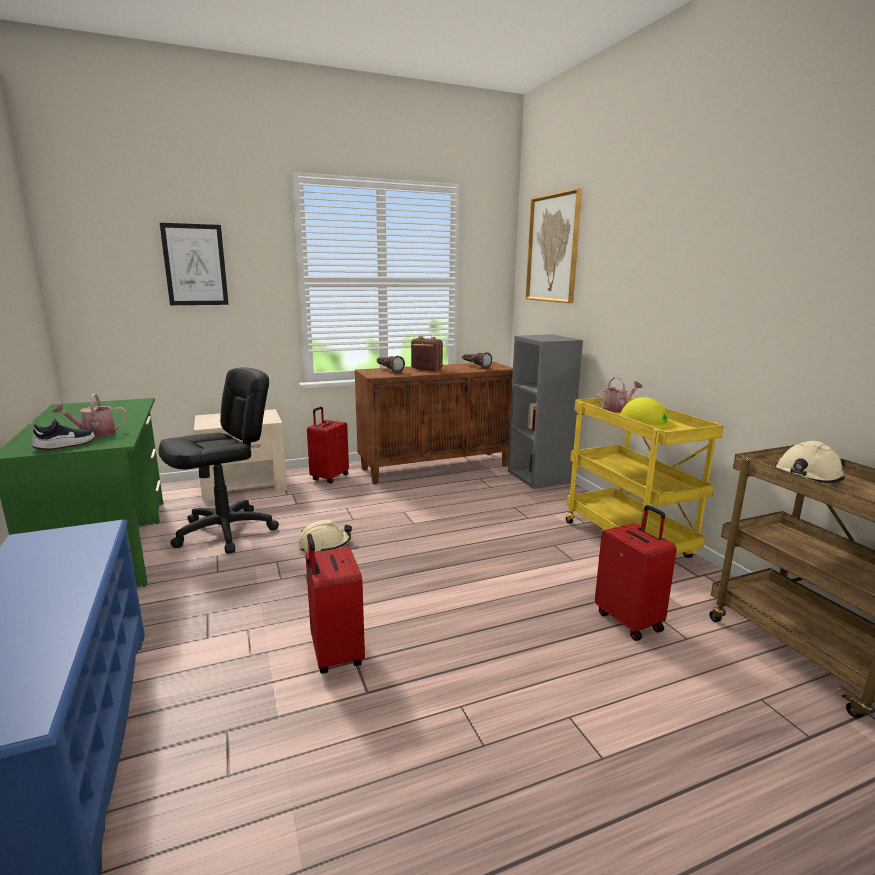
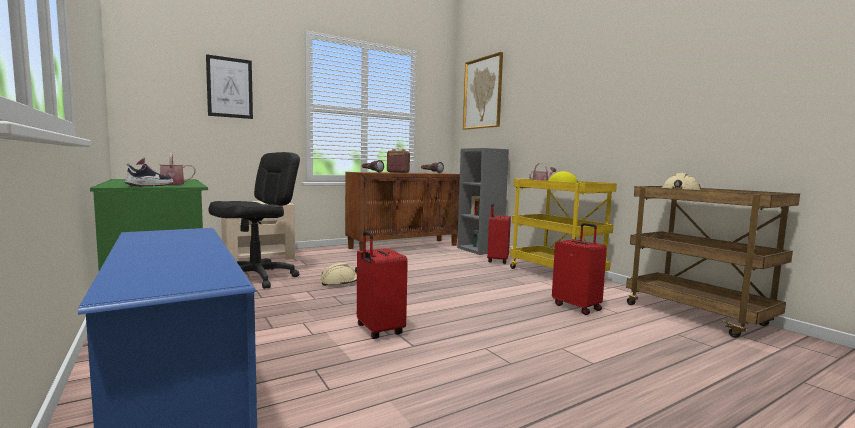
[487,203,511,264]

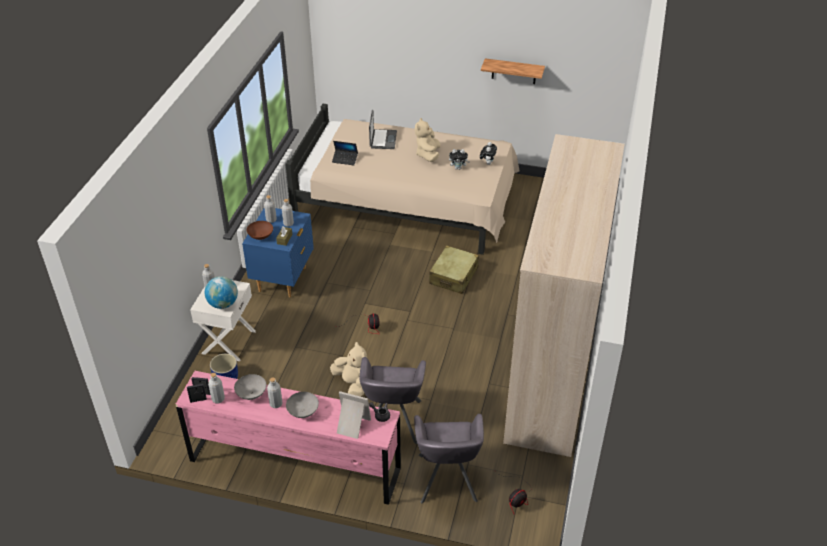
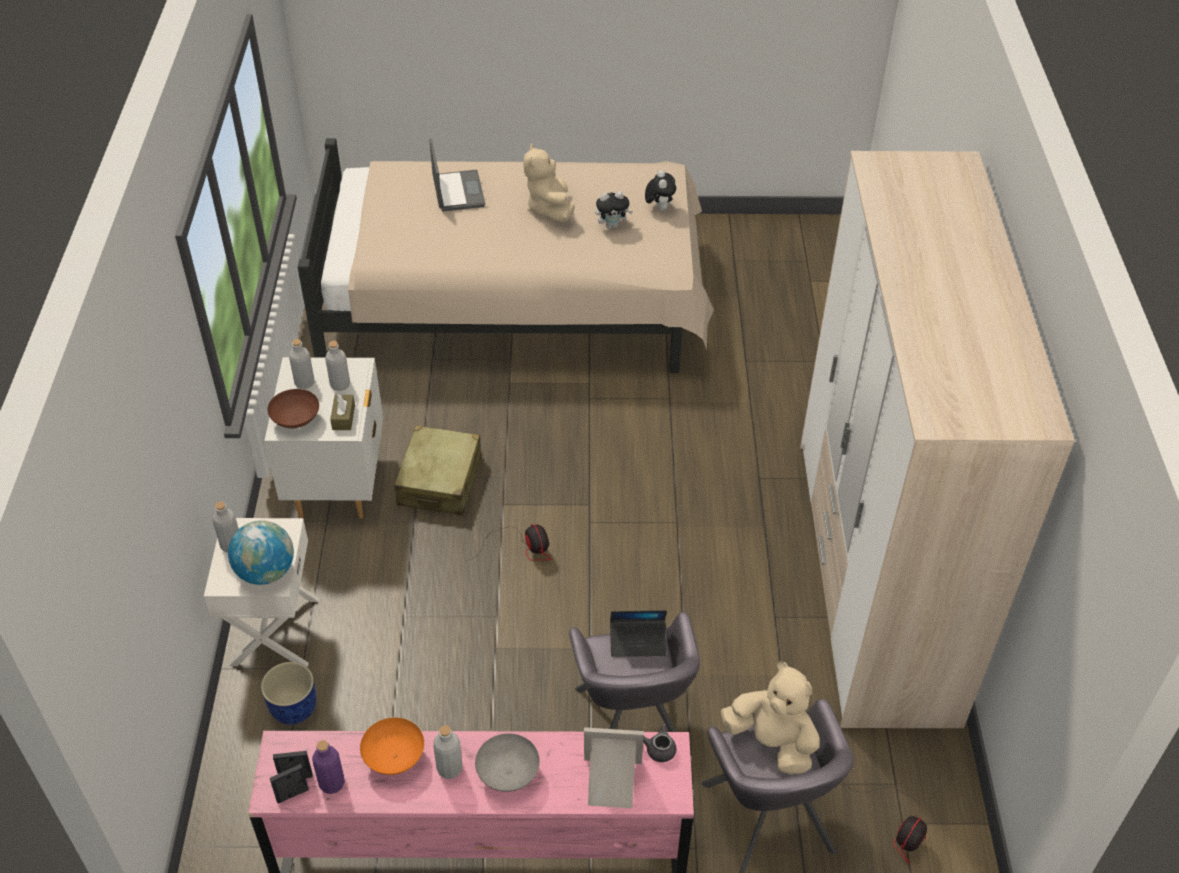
[481,58,545,84] (first image)
[610,610,667,657]
[264,357,383,518]
[394,425,481,515]
[720,661,820,774]
[312,740,345,794]
[360,718,424,775]

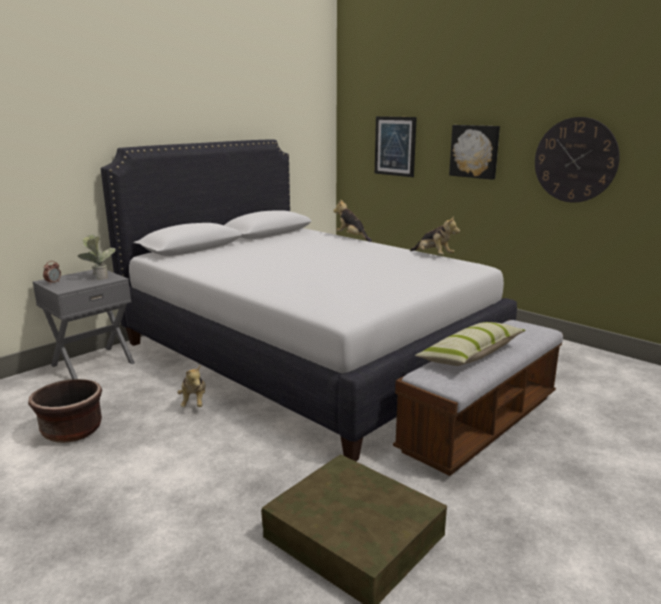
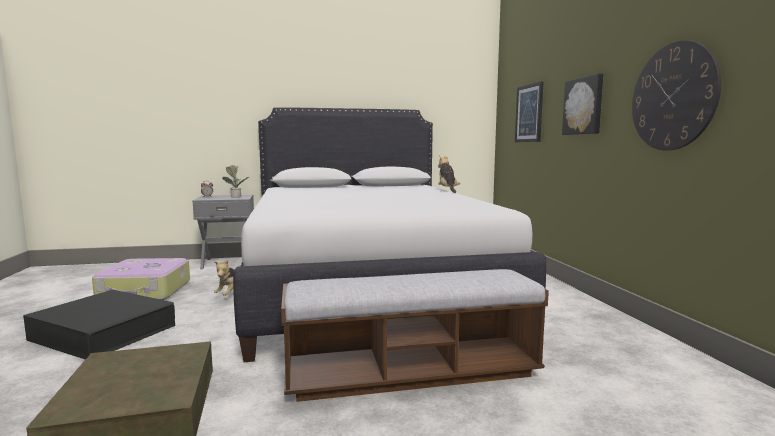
[410,216,460,255] (first image)
[415,322,525,366] (first image)
[92,258,190,300]
[23,290,175,359]

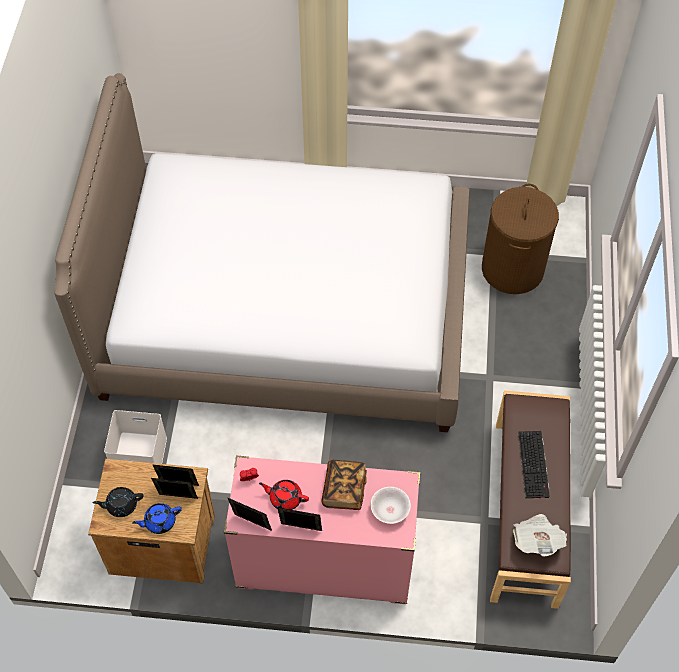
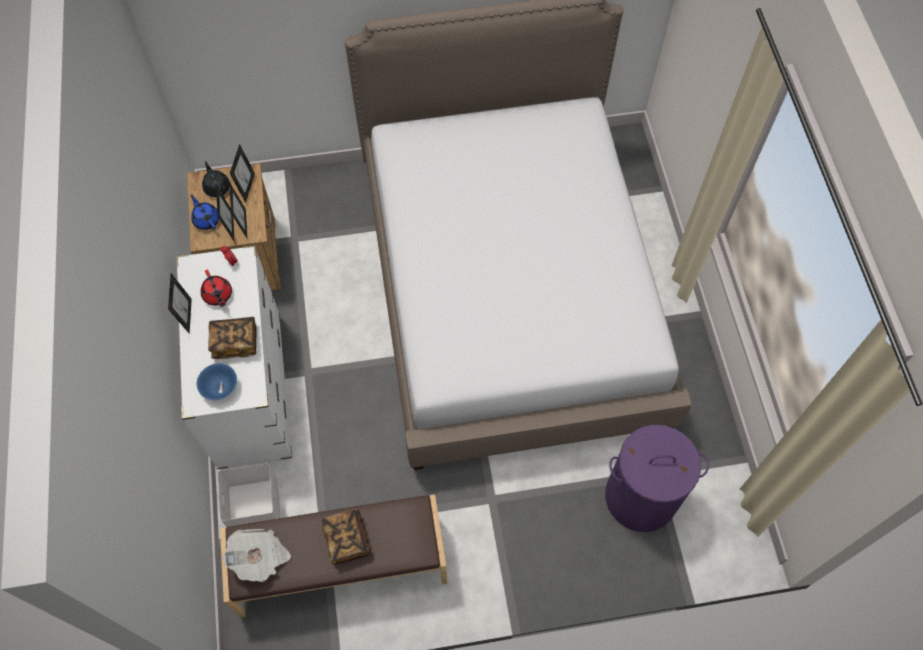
[605,425,709,532]
[218,463,281,527]
[322,509,371,565]
[176,245,292,470]
[201,270,232,306]
[197,363,237,400]
[230,144,255,203]

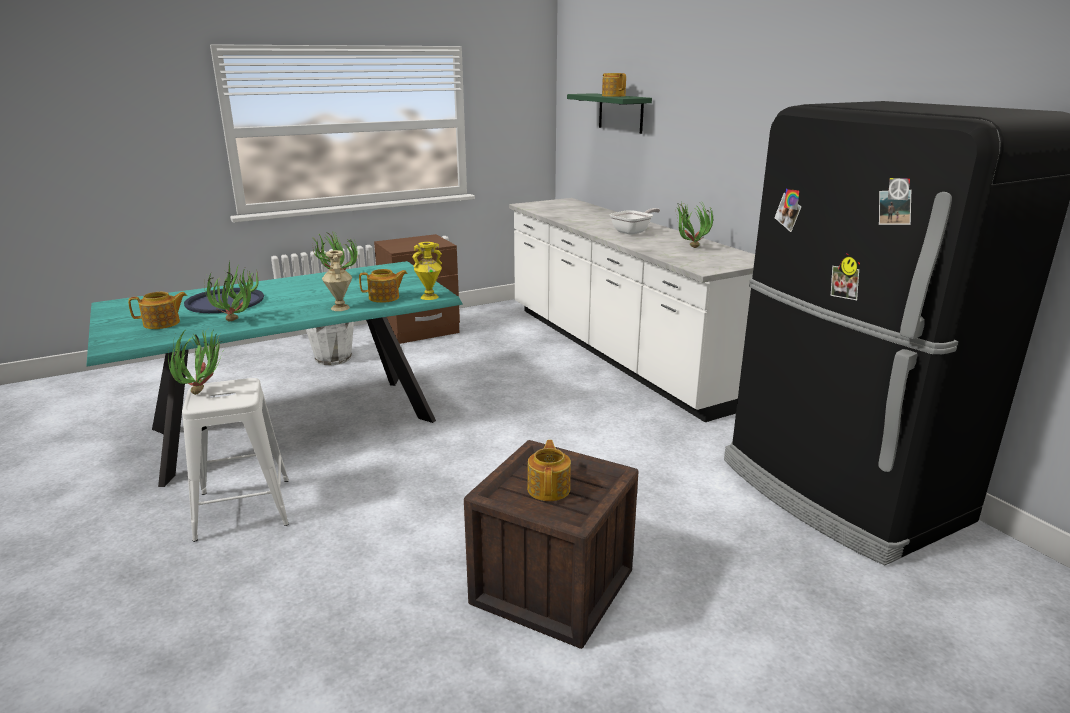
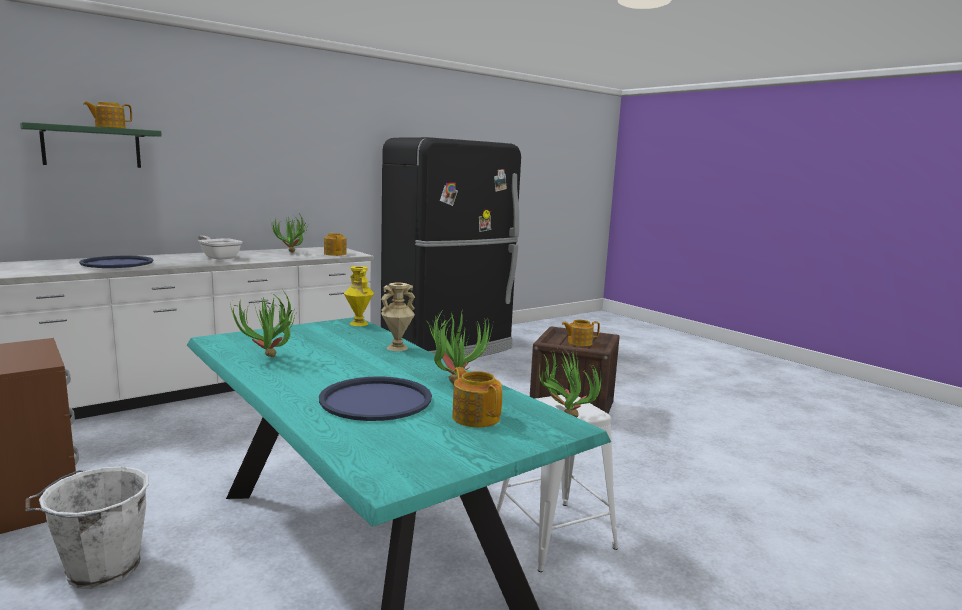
[324,233,347,256]
[79,256,154,268]

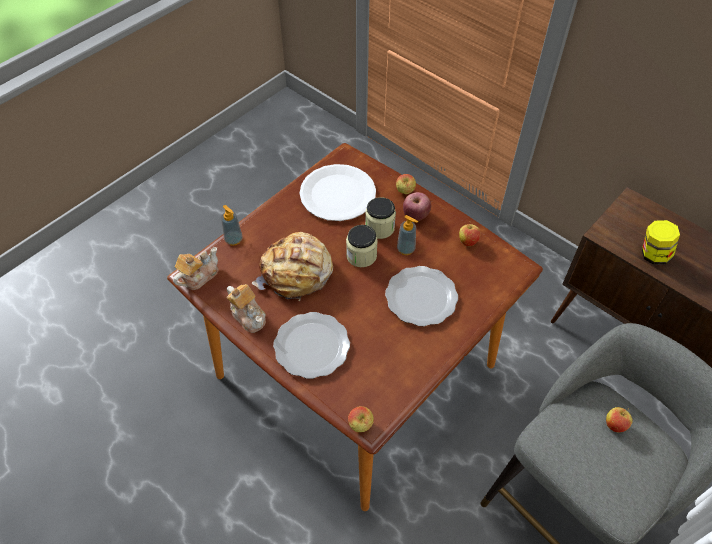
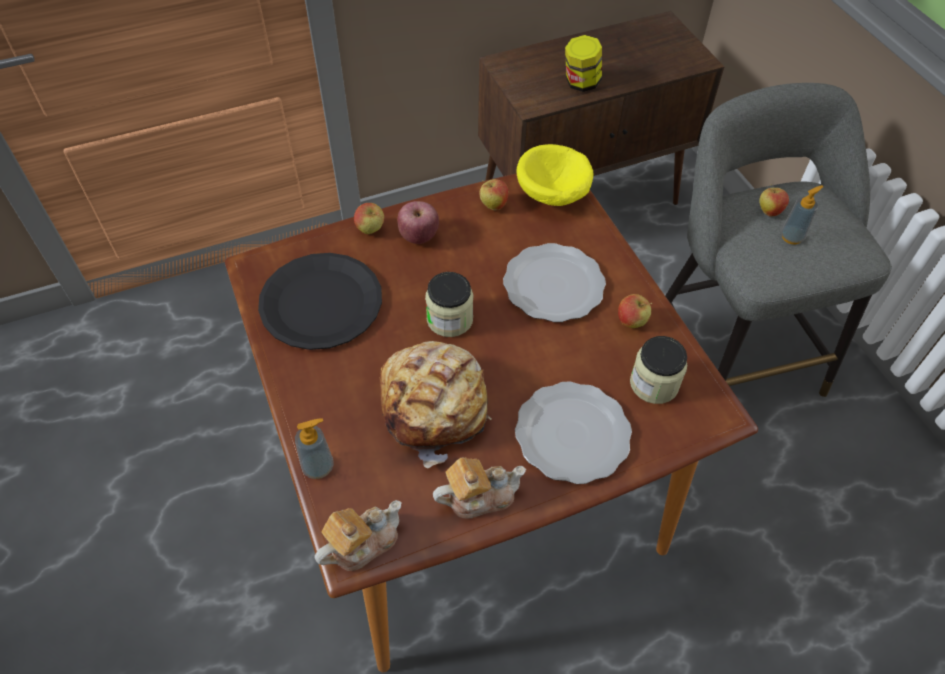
[258,253,382,350]
[630,336,687,404]
[781,185,824,244]
[315,500,402,571]
[618,294,652,328]
[516,144,594,206]

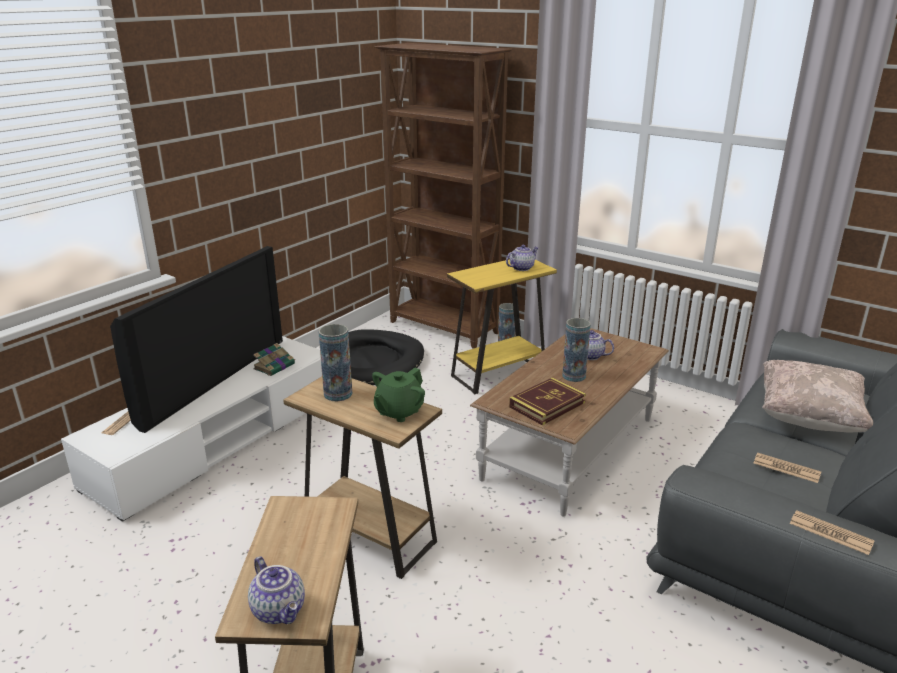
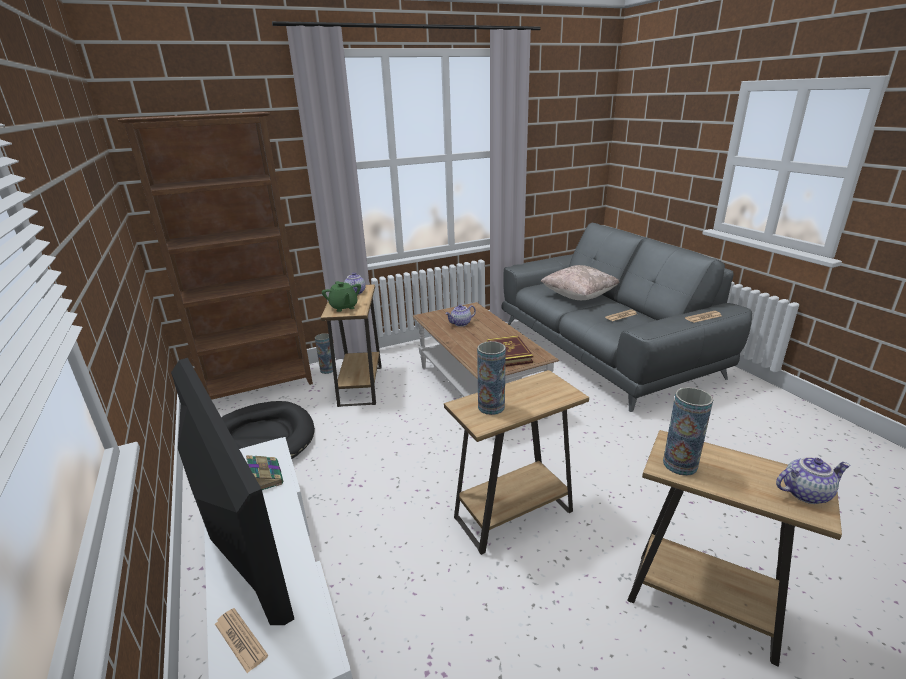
[321,284,382,407]
[663,387,713,476]
[322,281,361,312]

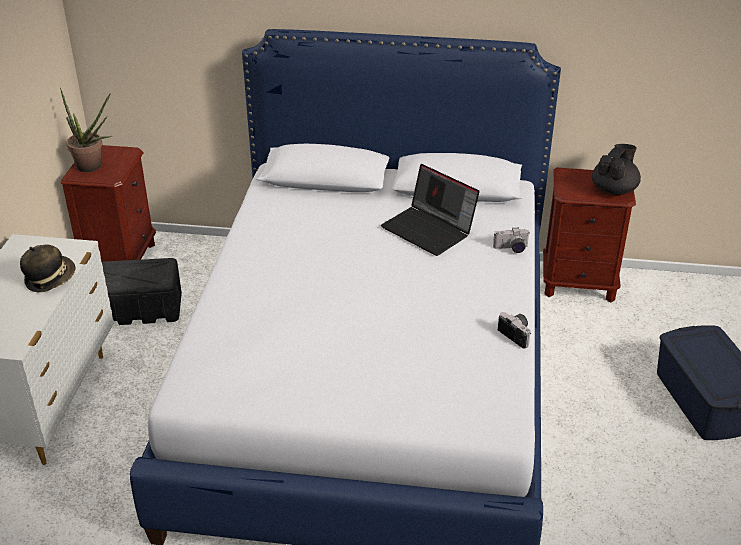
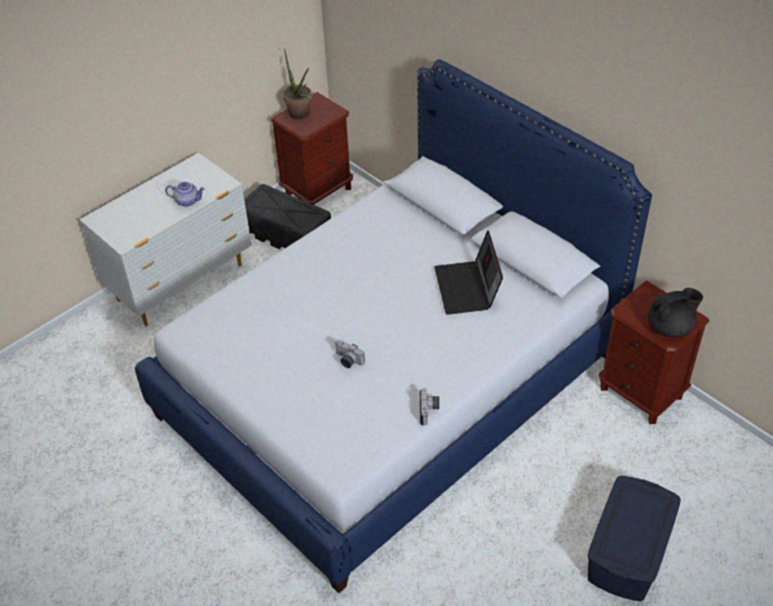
[335,340,365,368]
[165,181,205,207]

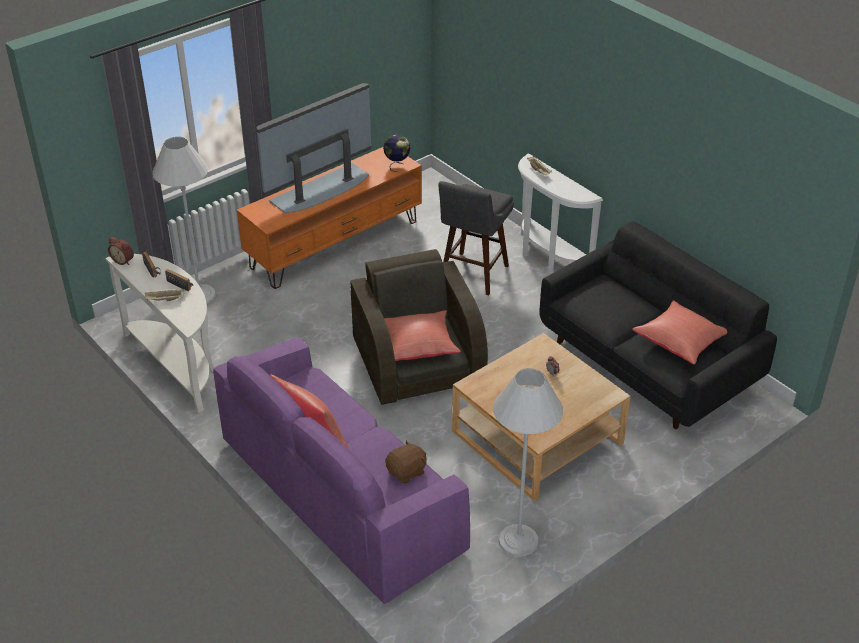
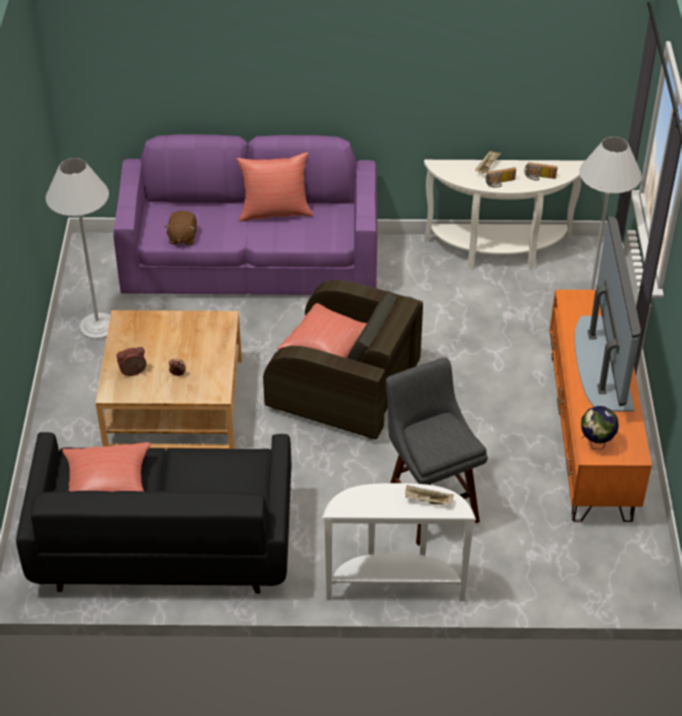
[117,347,146,376]

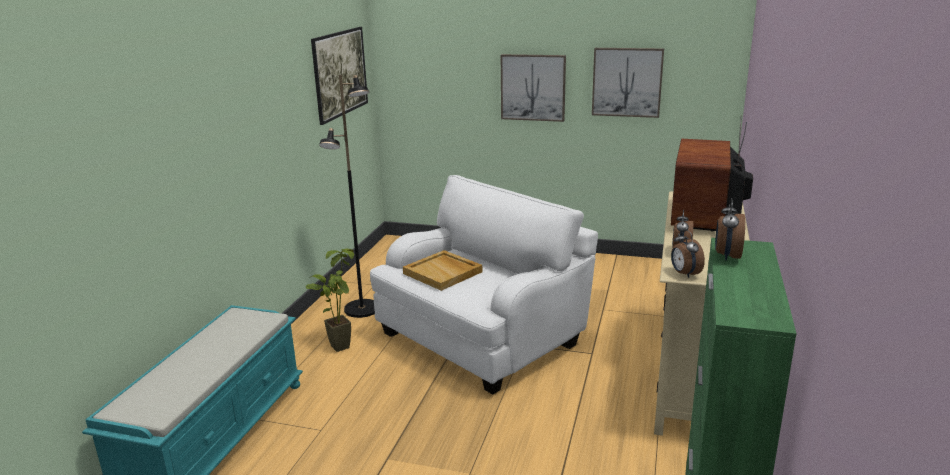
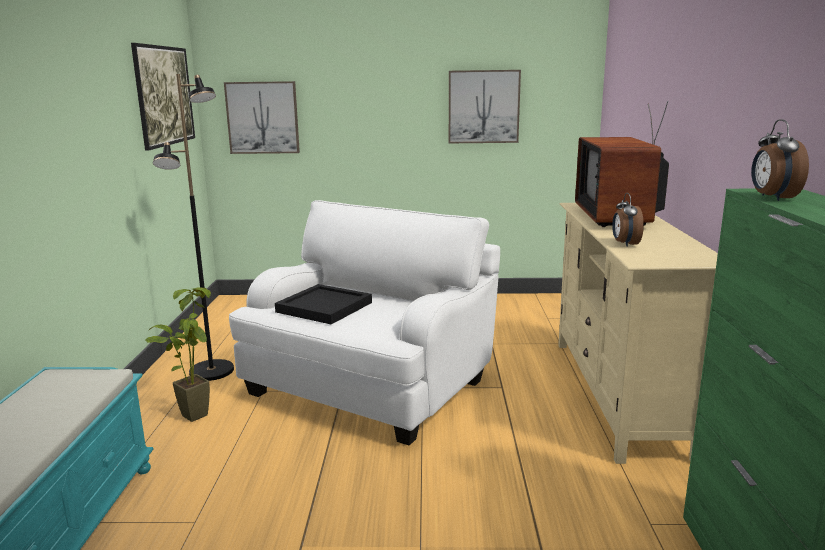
[224,81,300,154]
[671,229,705,278] (first image)
[275,284,372,324]

